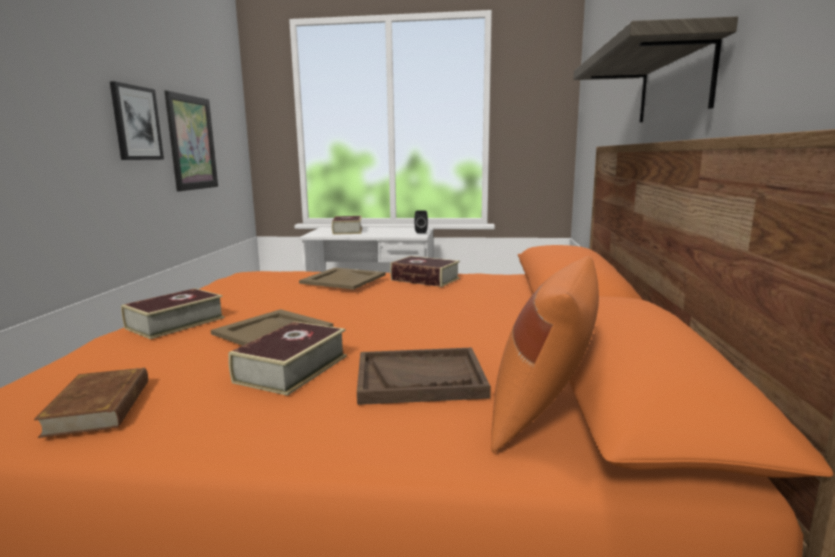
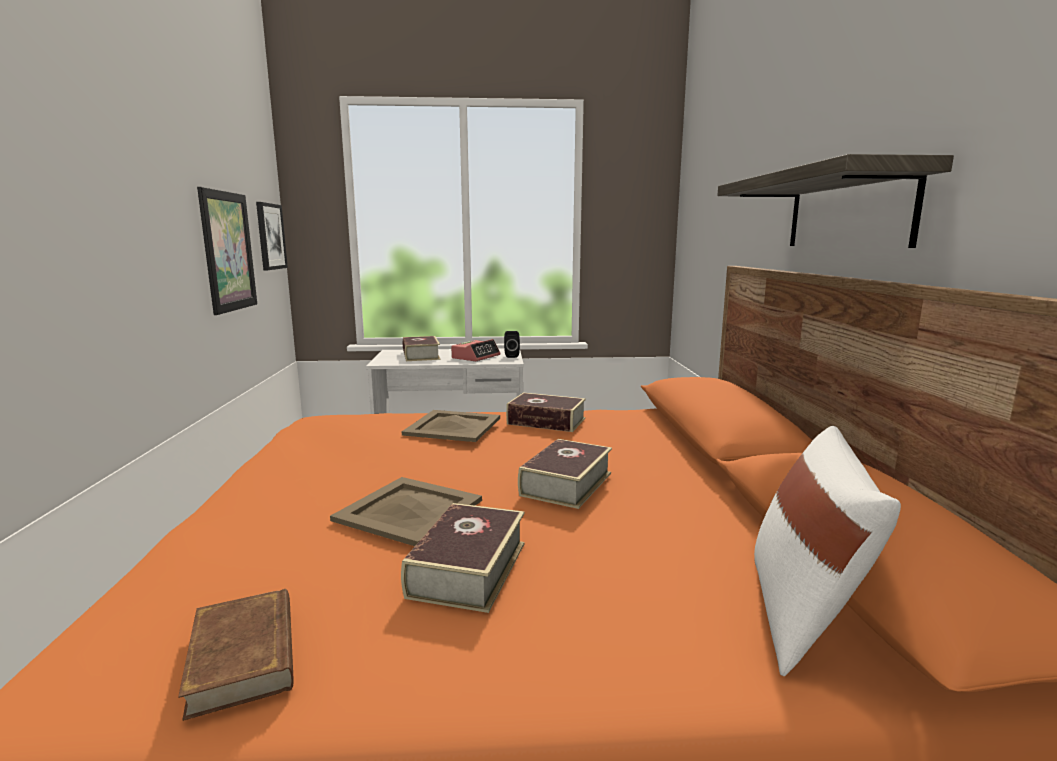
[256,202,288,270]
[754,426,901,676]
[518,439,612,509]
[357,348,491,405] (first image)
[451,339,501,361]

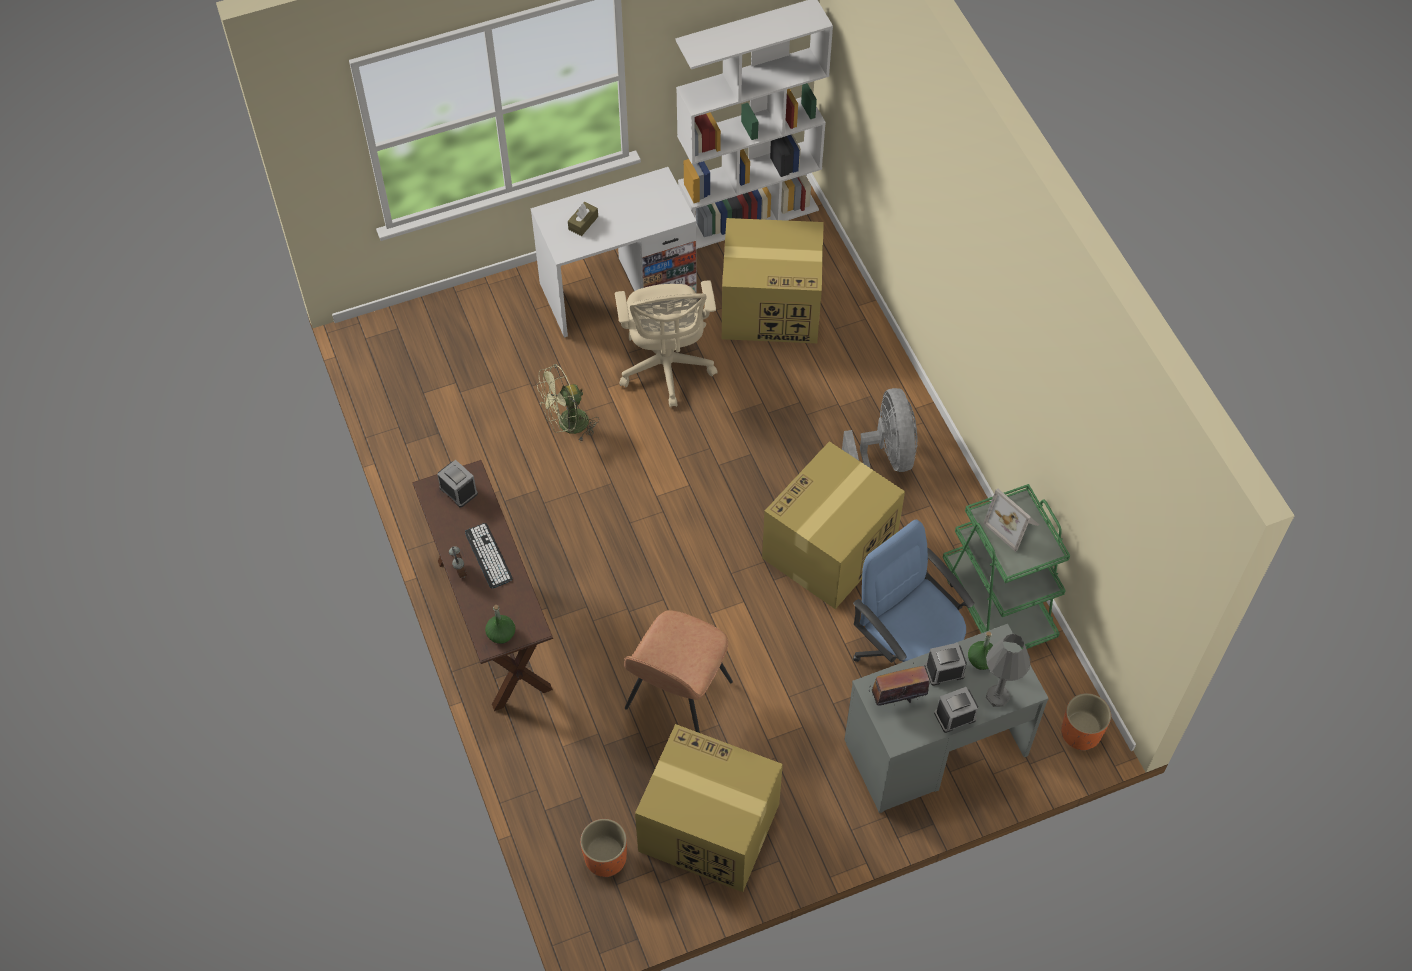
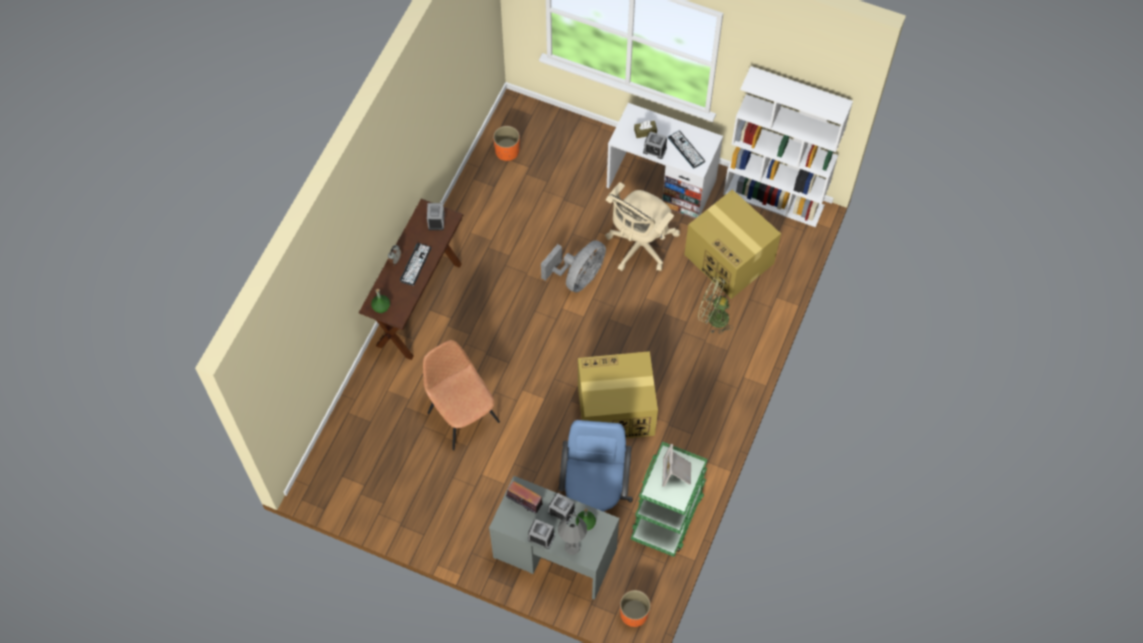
[698,277,733,335]
[541,240,606,292]
[423,340,500,450]
[635,724,783,892] (first image)
[493,126,520,161]
[643,131,667,159]
[668,131,705,168]

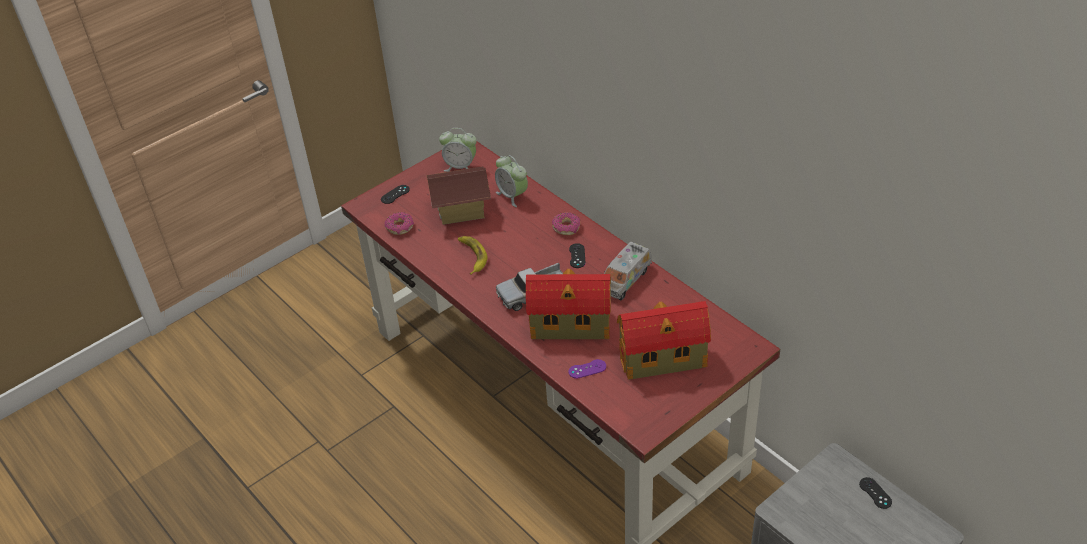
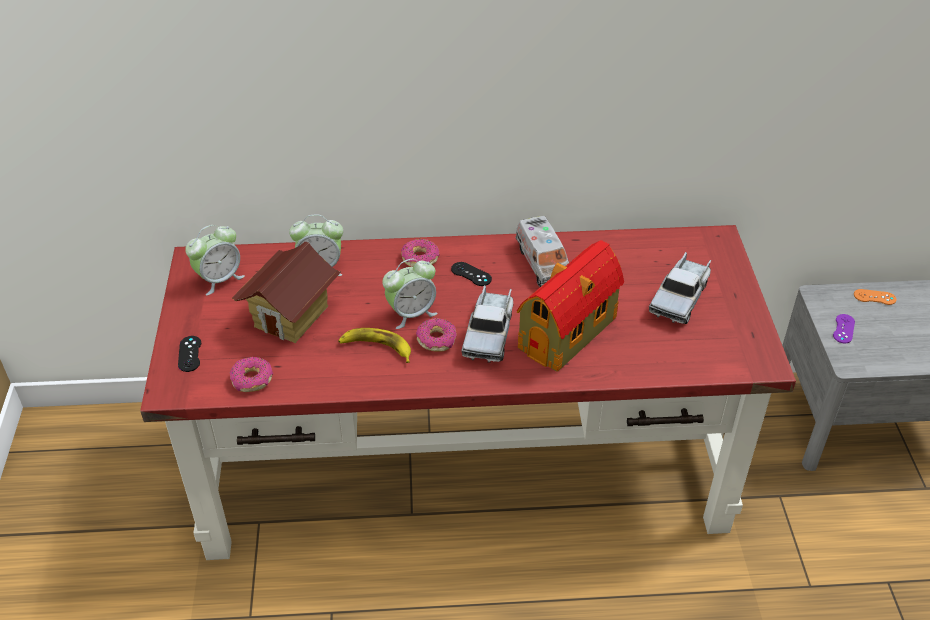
[649,252,711,324]
[833,314,855,344]
[854,289,896,305]
[382,259,438,329]
[416,318,457,352]

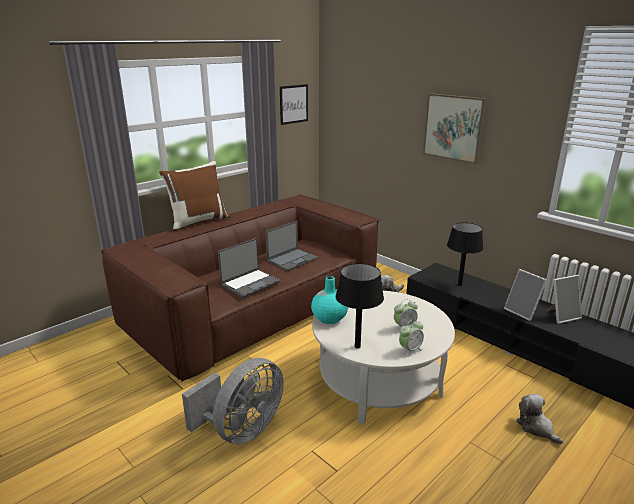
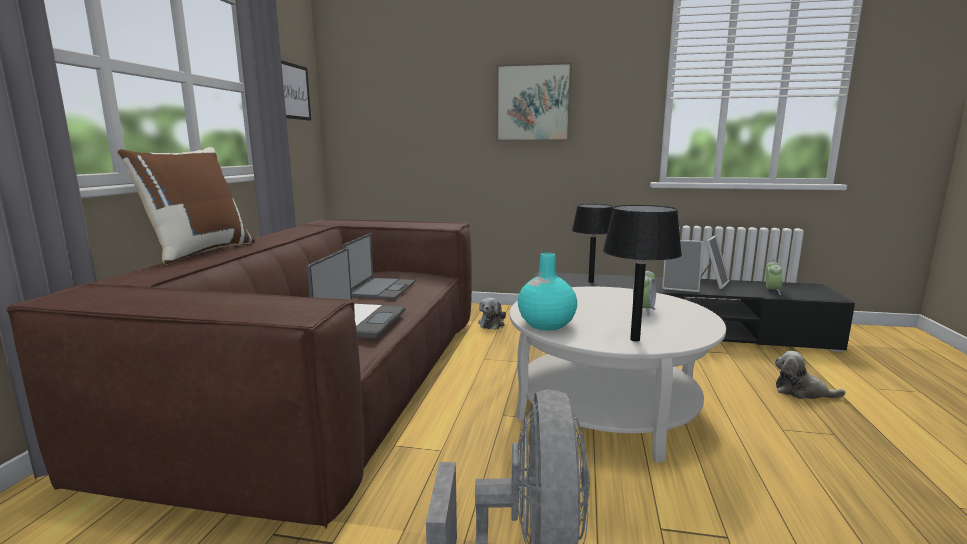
[765,259,782,295]

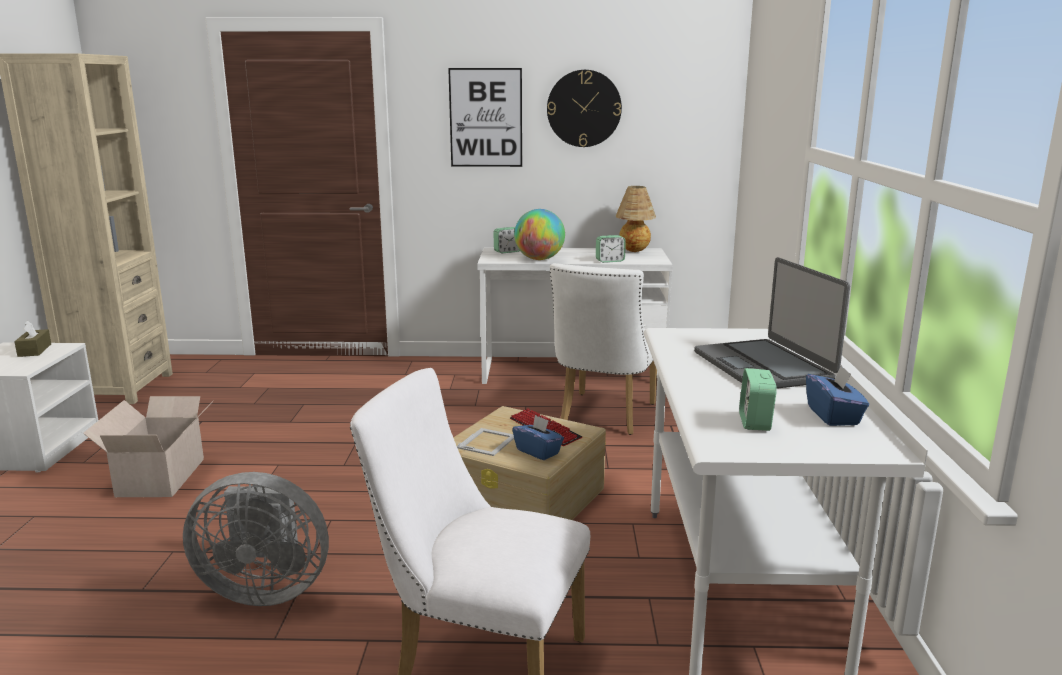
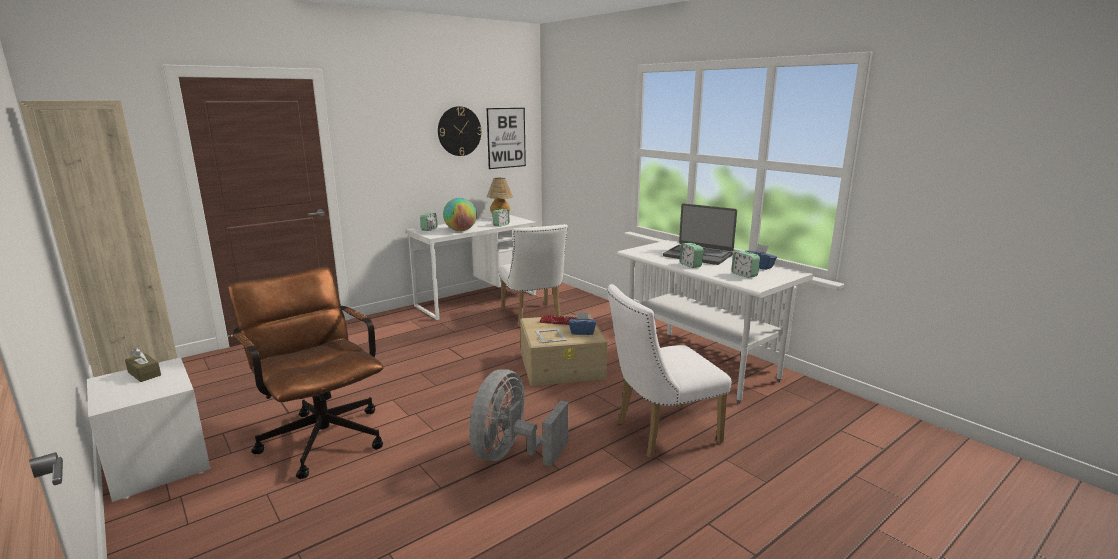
[487,108,526,169]
[228,267,383,479]
[469,369,568,466]
[680,243,703,268]

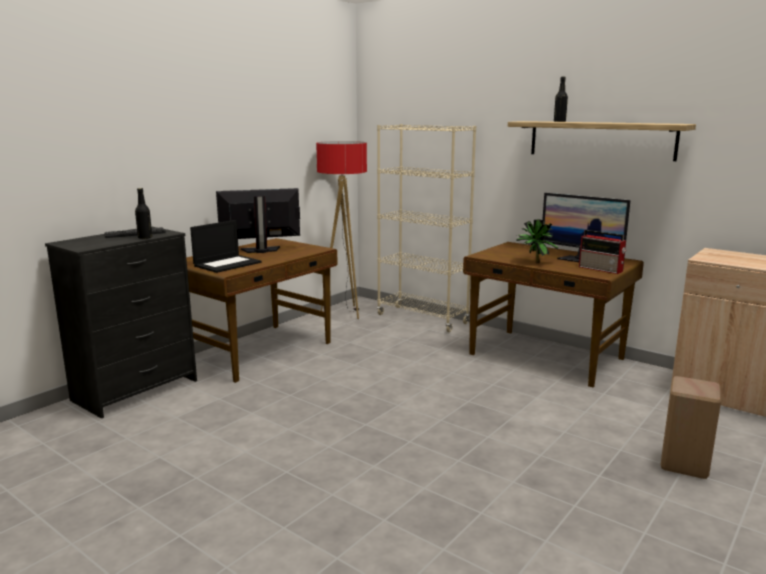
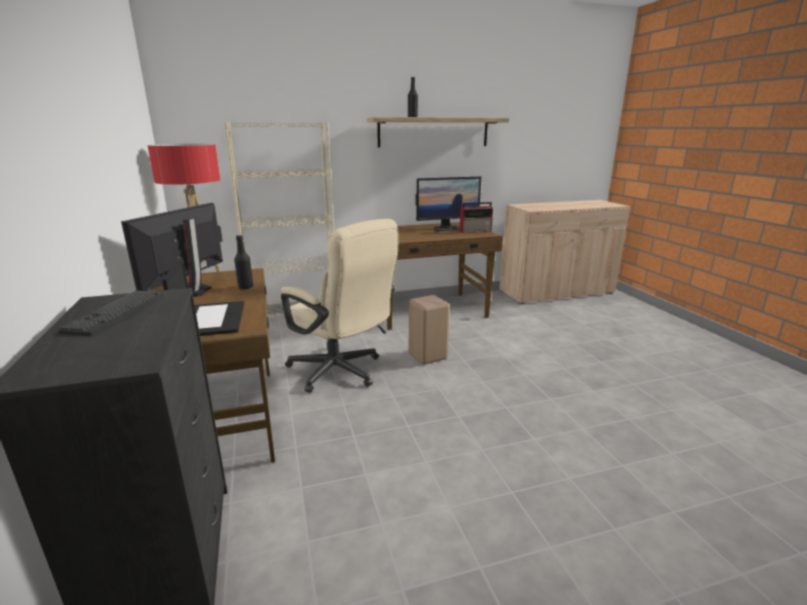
[234,235,253,289]
[516,219,558,263] (first image)
[409,295,449,365]
[281,219,399,393]

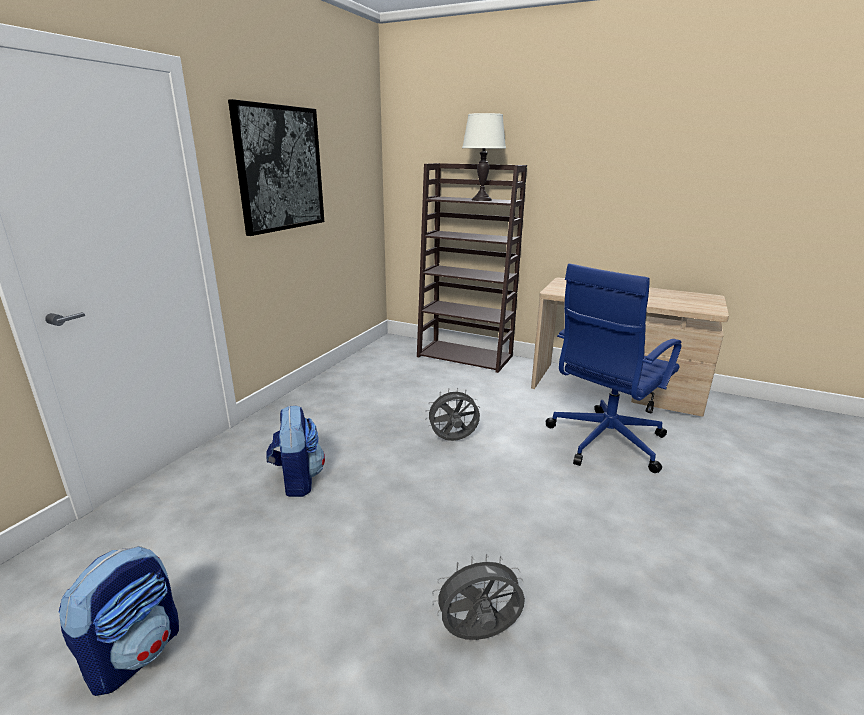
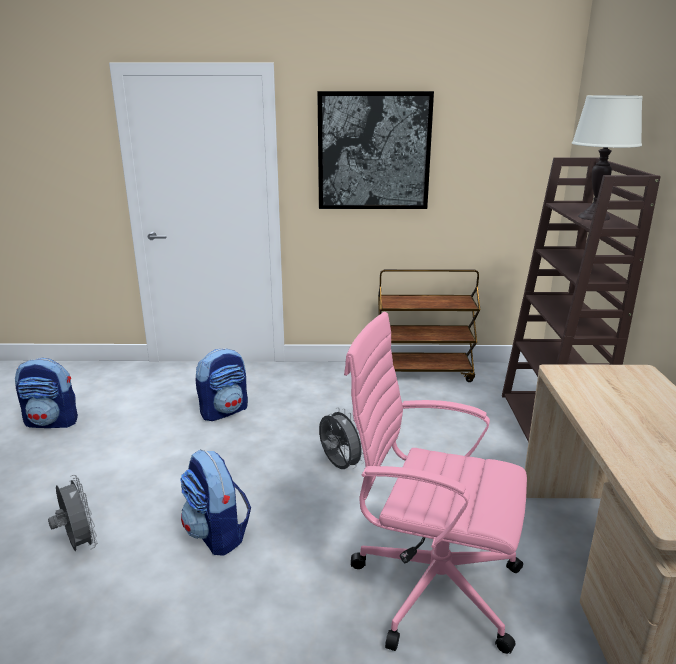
[344,312,527,654]
[378,269,480,382]
[180,450,251,556]

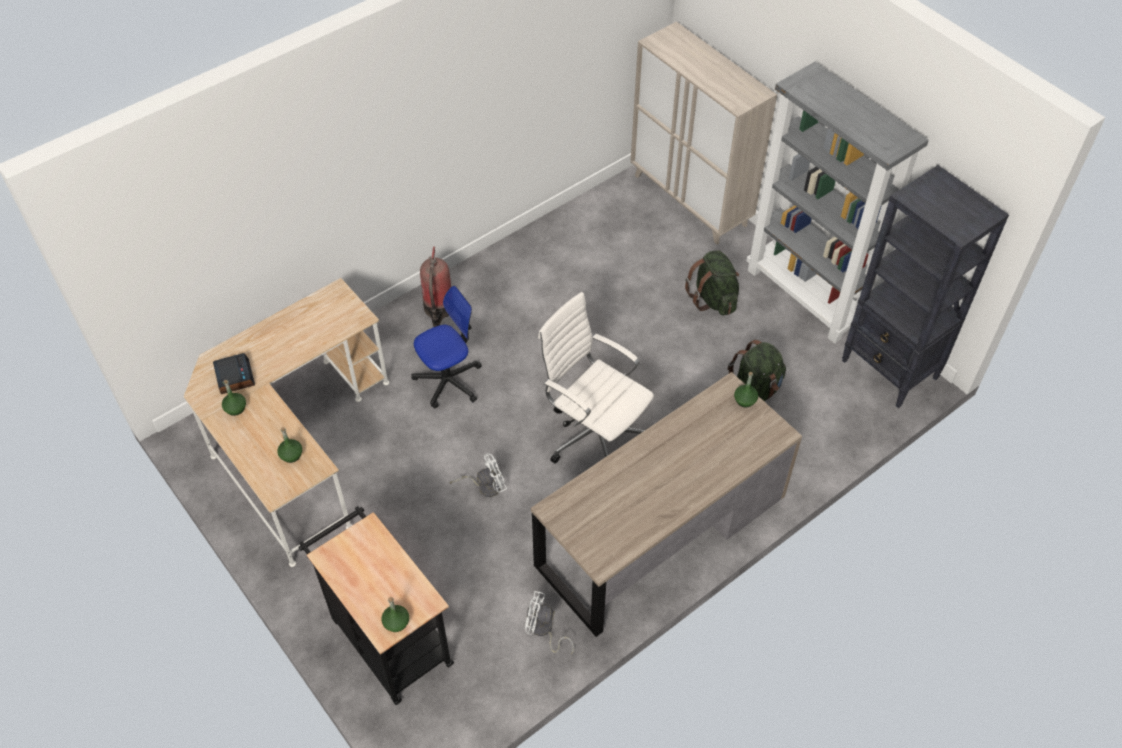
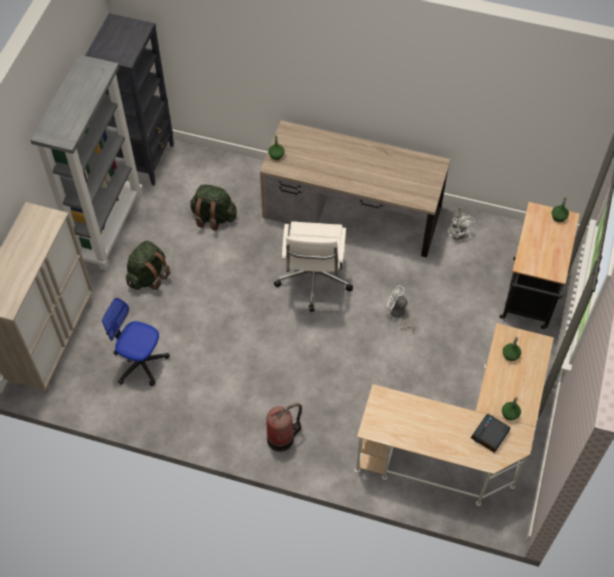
[102,298,170,386]

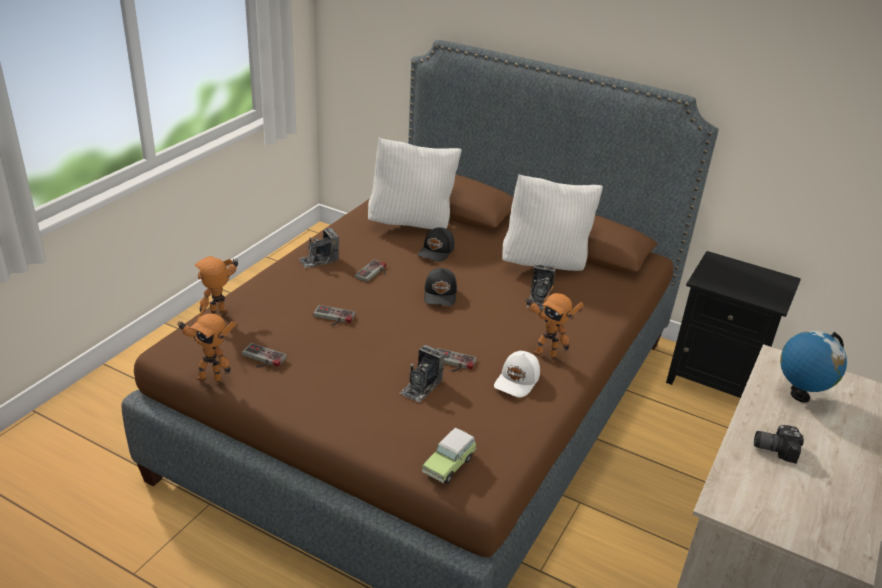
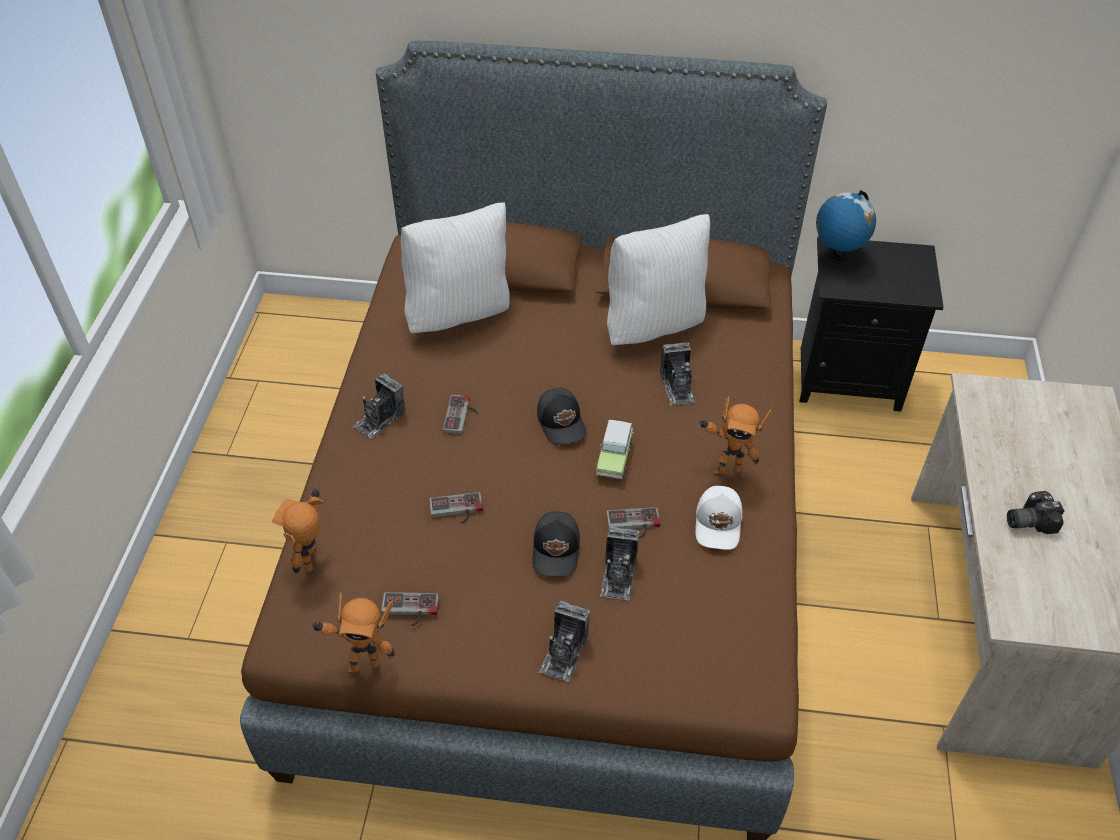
[533,511,580,577]
[816,190,876,261]
[596,419,634,479]
[539,601,590,682]

